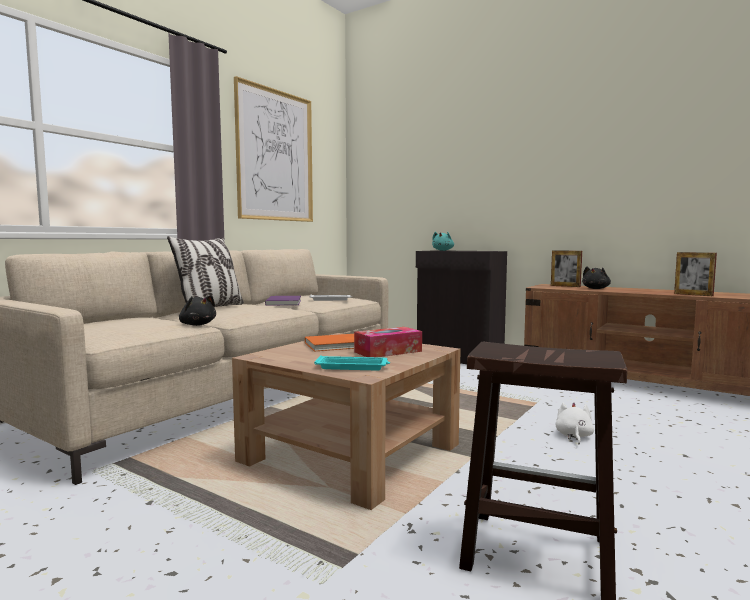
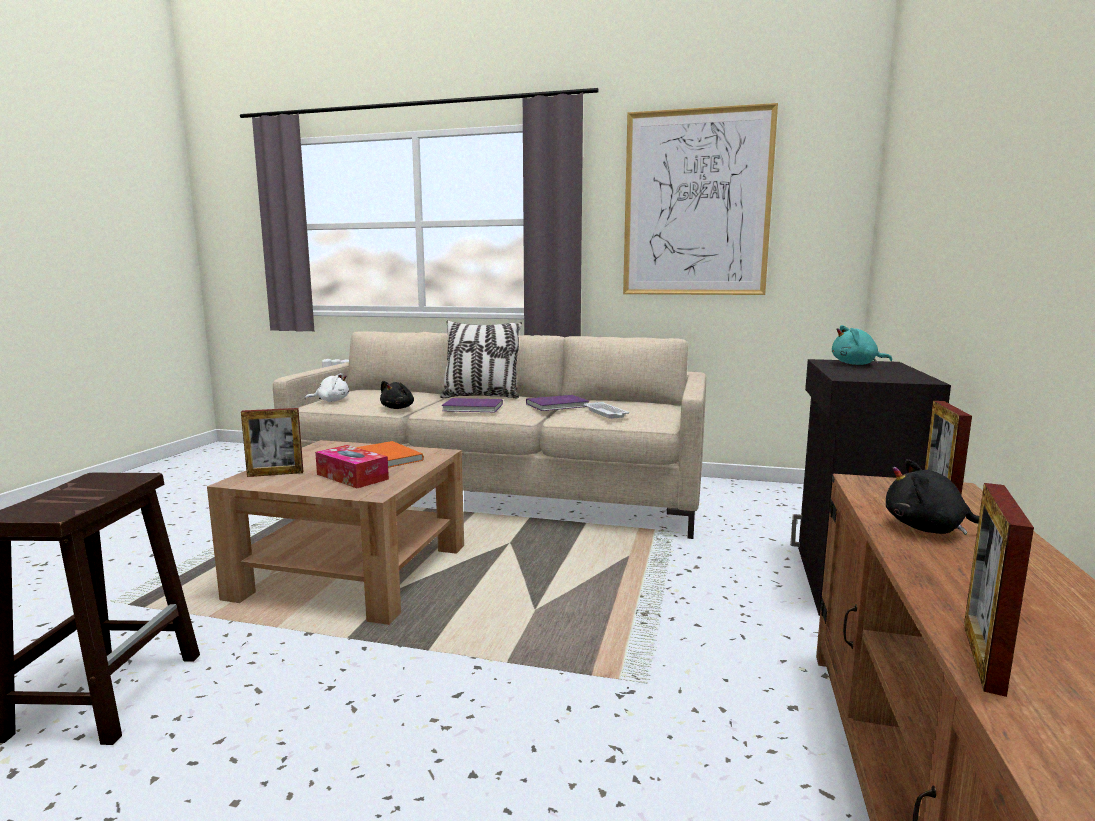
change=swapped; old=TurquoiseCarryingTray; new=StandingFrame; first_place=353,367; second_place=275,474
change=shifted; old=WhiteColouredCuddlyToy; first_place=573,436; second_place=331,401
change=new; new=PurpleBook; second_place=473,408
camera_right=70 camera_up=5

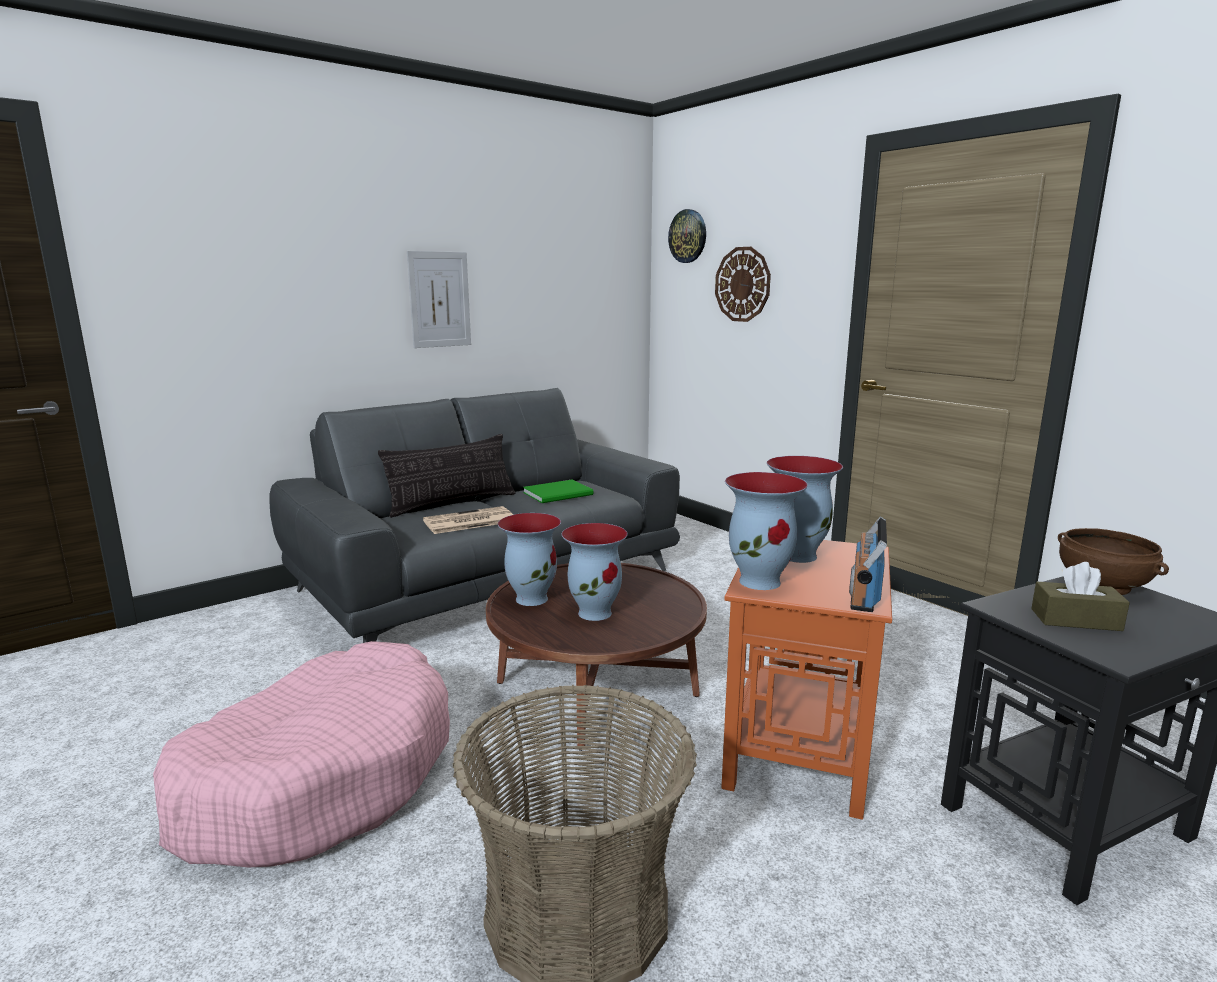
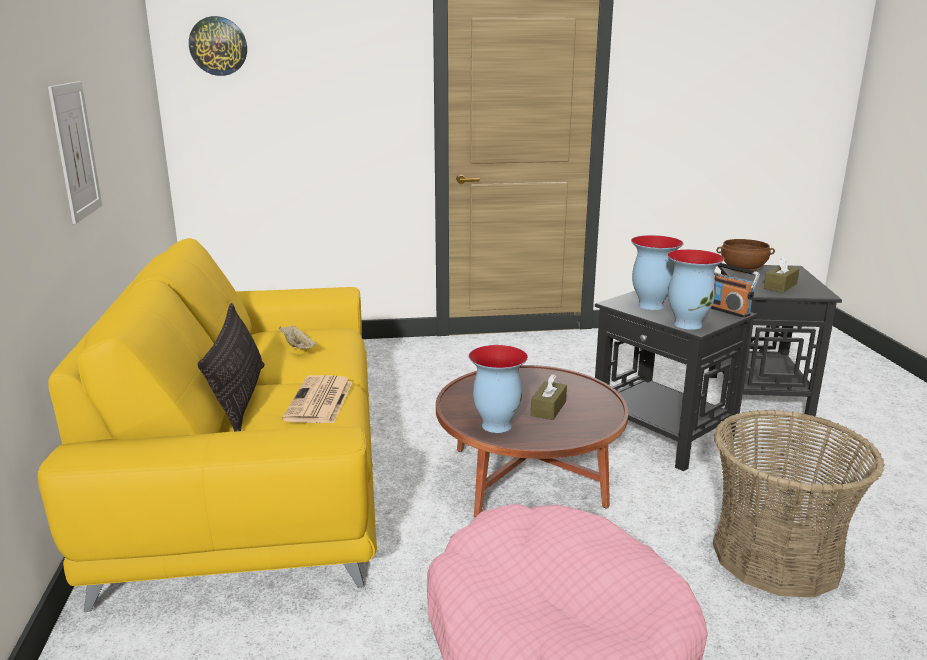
change=repainted; old=GraySofa; new=YellowishSofa; first_place=489,580; second_place=255,472
change=swapped; old=GreenBook; new=SandColouredCarryingTray; first_place=560,494; second_place=298,347
change=swapped; old=FlowerVase; new=BrownishTissueHolder; first_place=595,612; second_place=548,408
change=repainted; old=OrangeSideTable; new=BlackColouredSideTable; first_place=798,753; second_place=662,435
change=gone; old=ClockOnTheWall; first_place=742,284
camera_right=-60 camera_up=5

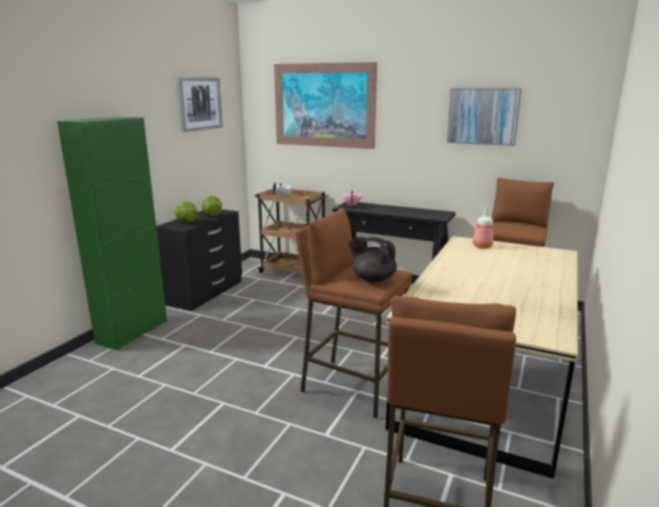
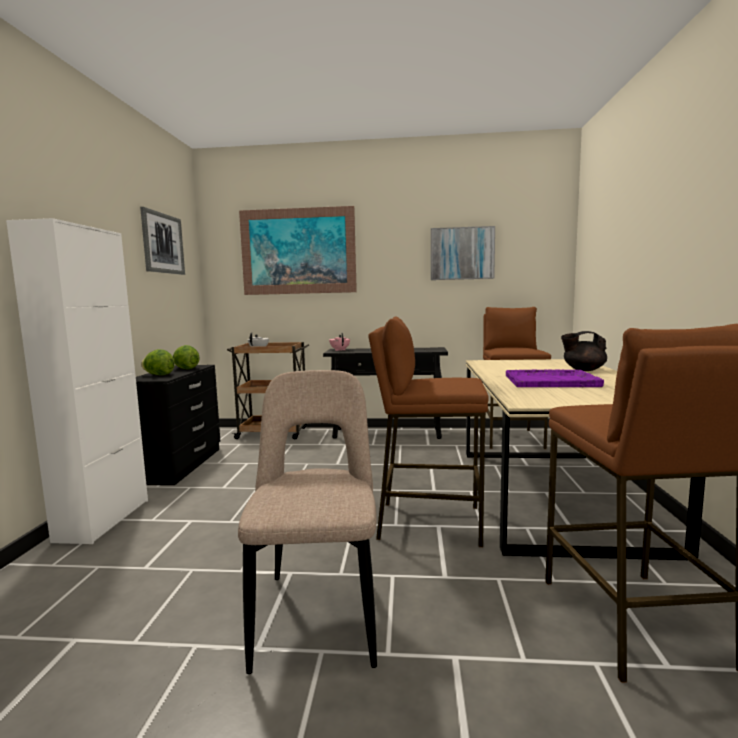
change=repainted; old=GreenStorageCabinet; new=WhiteColouredStorageCabinet; first_place=132,332; second_place=103,520
change=new; new=SandColouredUprightChair; second_place=318,612
change=new; new=PurpleCarryingTray; second_place=552,381
change=shifted; old=BlackColouredTeaPot; first_place=372,279; second_place=583,370
change=gone; old=DrinkBottle; first_place=482,247
camera_right=-20 camera_up=-10

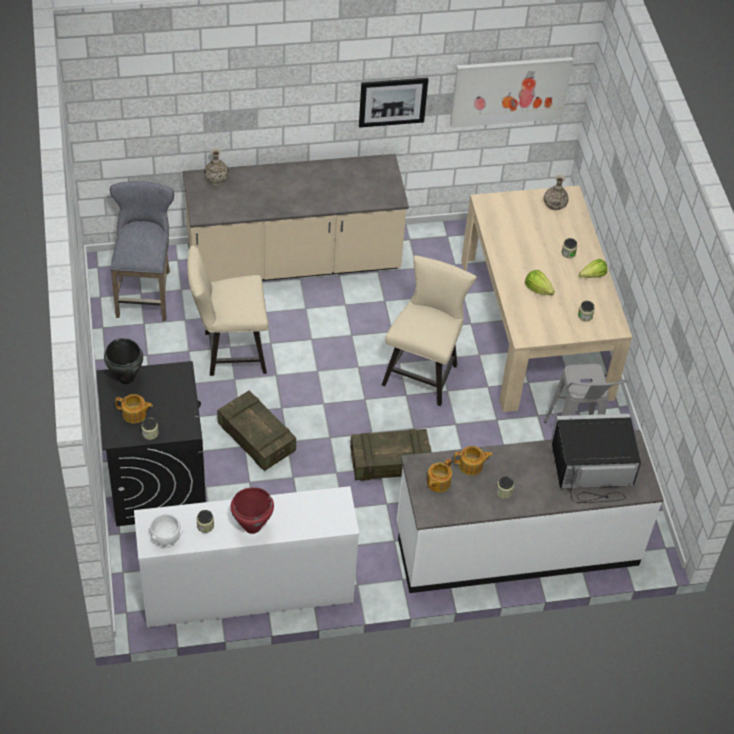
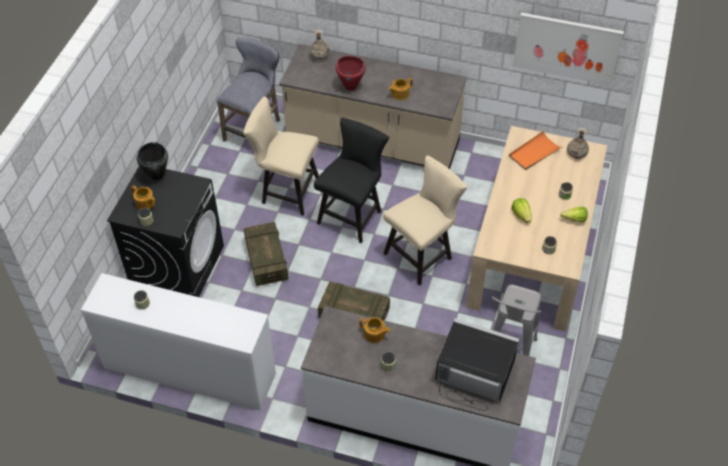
change=new; new=BlackColouredUprightChair; second_place=352,215
change=shifted; old=RedCookingPot; first_place=252,526; second_place=350,86
change=shifted; old=TeaPot; first_place=438,482; second_place=399,94
change=new; new=OrangeCarryingTray; second_place=534,153
change=gone; old=WhiteColouredServingBowl; first_place=166,538
change=gone; old=Picture; first_place=393,102
camera_right=30 camera_up=0

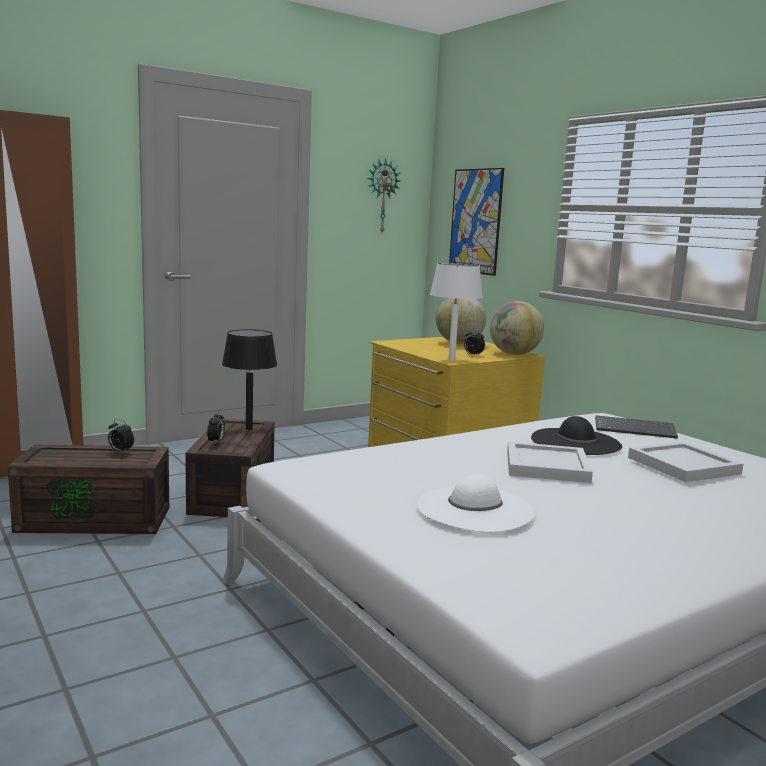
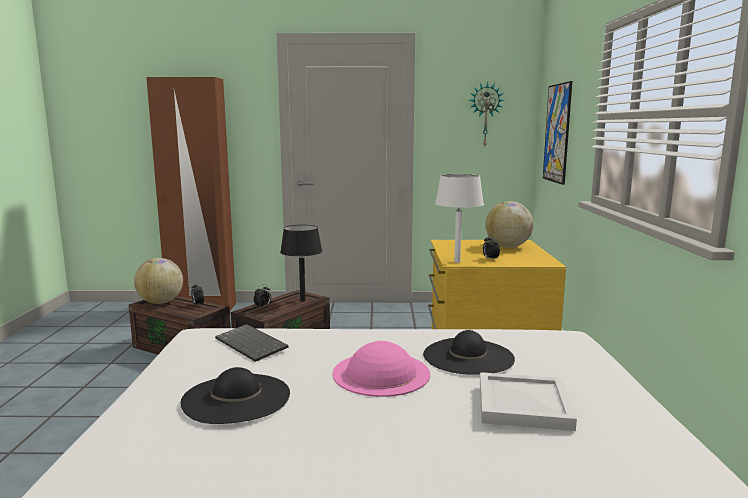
change=shifted; old=DeskGlobe; first_place=514,354; second_place=161,302
change=repainted; old=WhiteColouredWearableHat; new=BlackColouredWearableHat; first_place=475,508; second_place=236,398
change=shifted; old=PcKeyboard; first_place=635,429; second_place=252,344
change=swapped; old=WhiteColouredCarryingTray; new=PinkColouredWearableHat; first_place=545,466; second_place=381,373
camera_right=35 camera_up=0

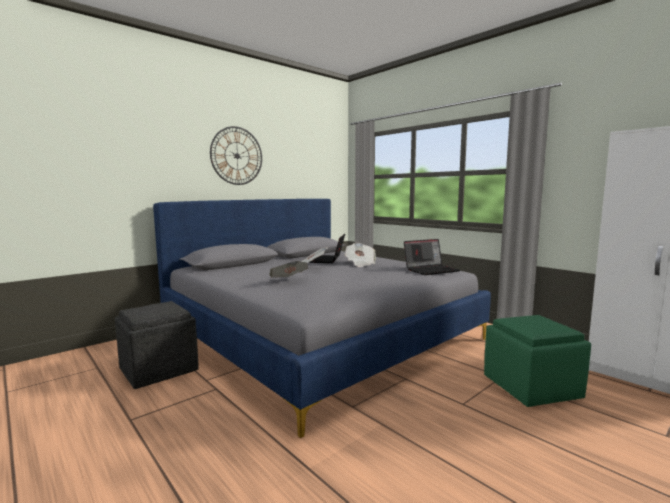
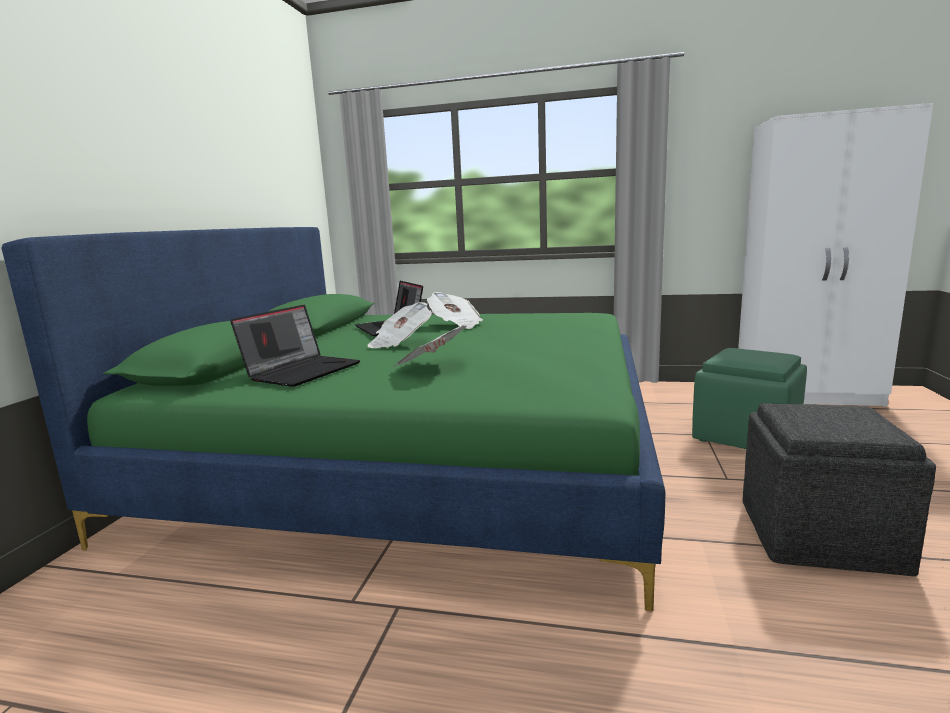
change=repainted; old=GraySleepingBed; new=GreenSleepingBed; first_place=318,334; second_place=420,455
change=shifted; old=Laptop; first_place=431,270; second_place=302,371
change=shifted; old=GrayFootrest; first_place=158,370; second_place=821,536
change=gone; old=ClockOnTheWall; first_place=237,156
camera_right=-35 camera_up=5

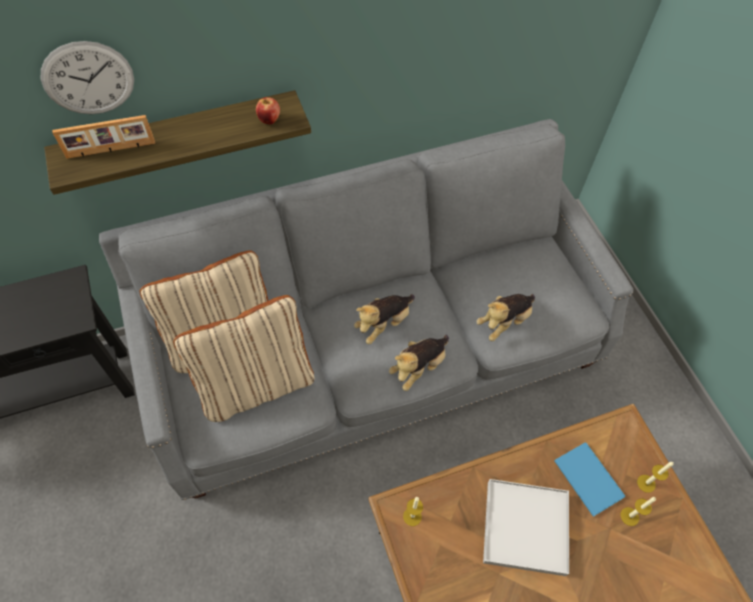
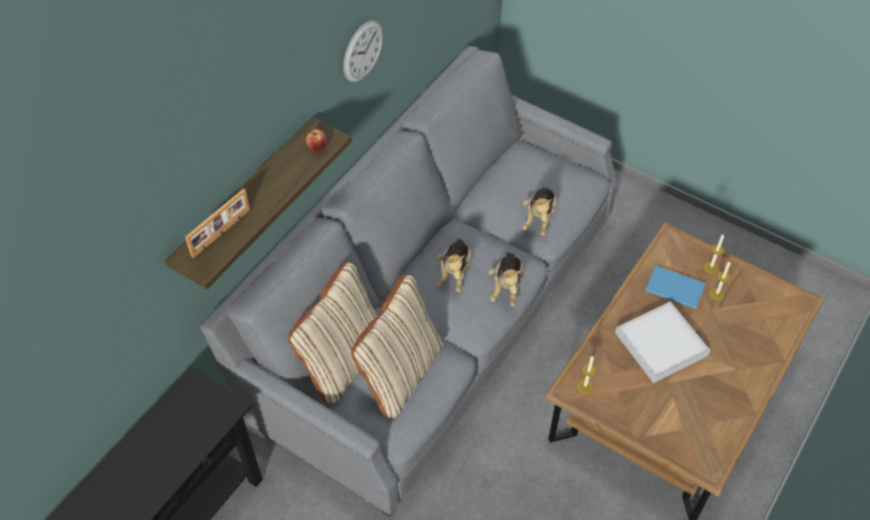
change=shifted; old=ClockOnTheWall; first_place=88,79; second_place=363,51
camera_right=-35 camera_up=-5

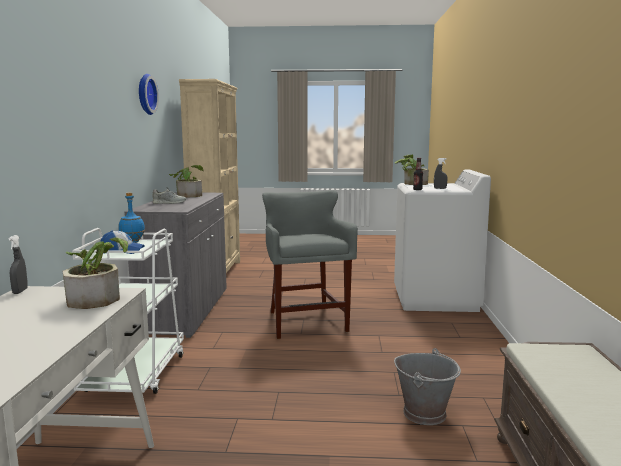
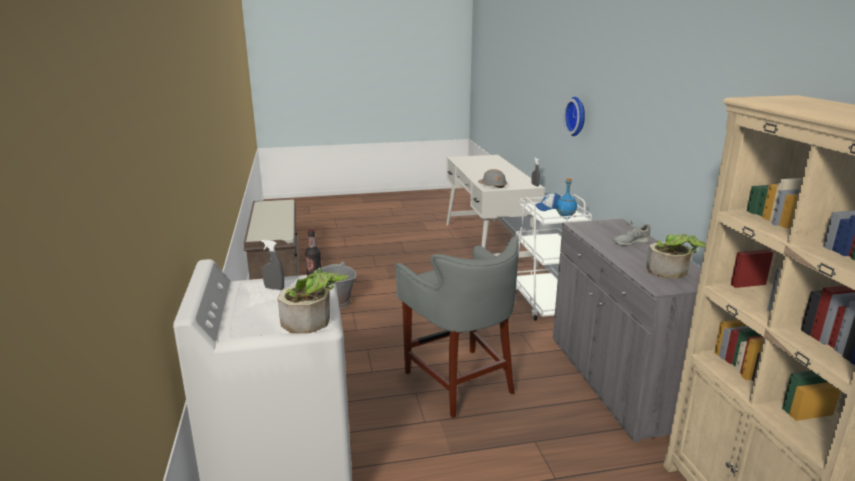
change=swapped; old=PlantInAPot; new=GraySafetyHelmet; first_place=97,298; second_place=493,185
change=shifted; old=ClockOnTheWall; first_place=145,94; second_place=577,116
camera_right=165 camera_up=10

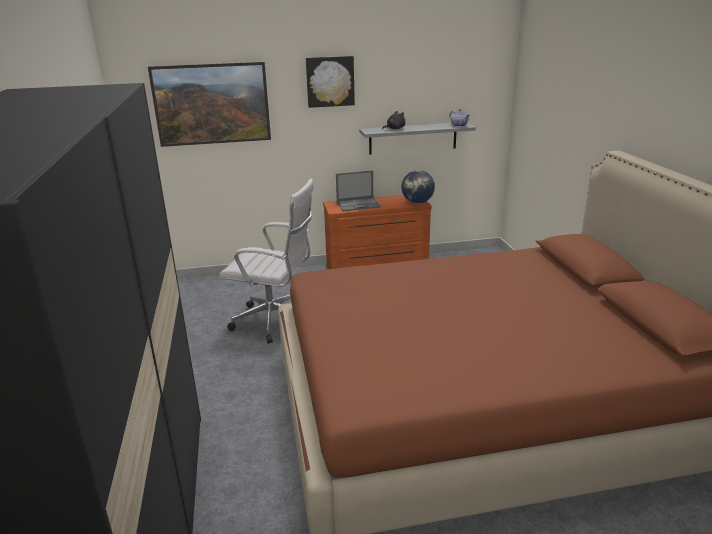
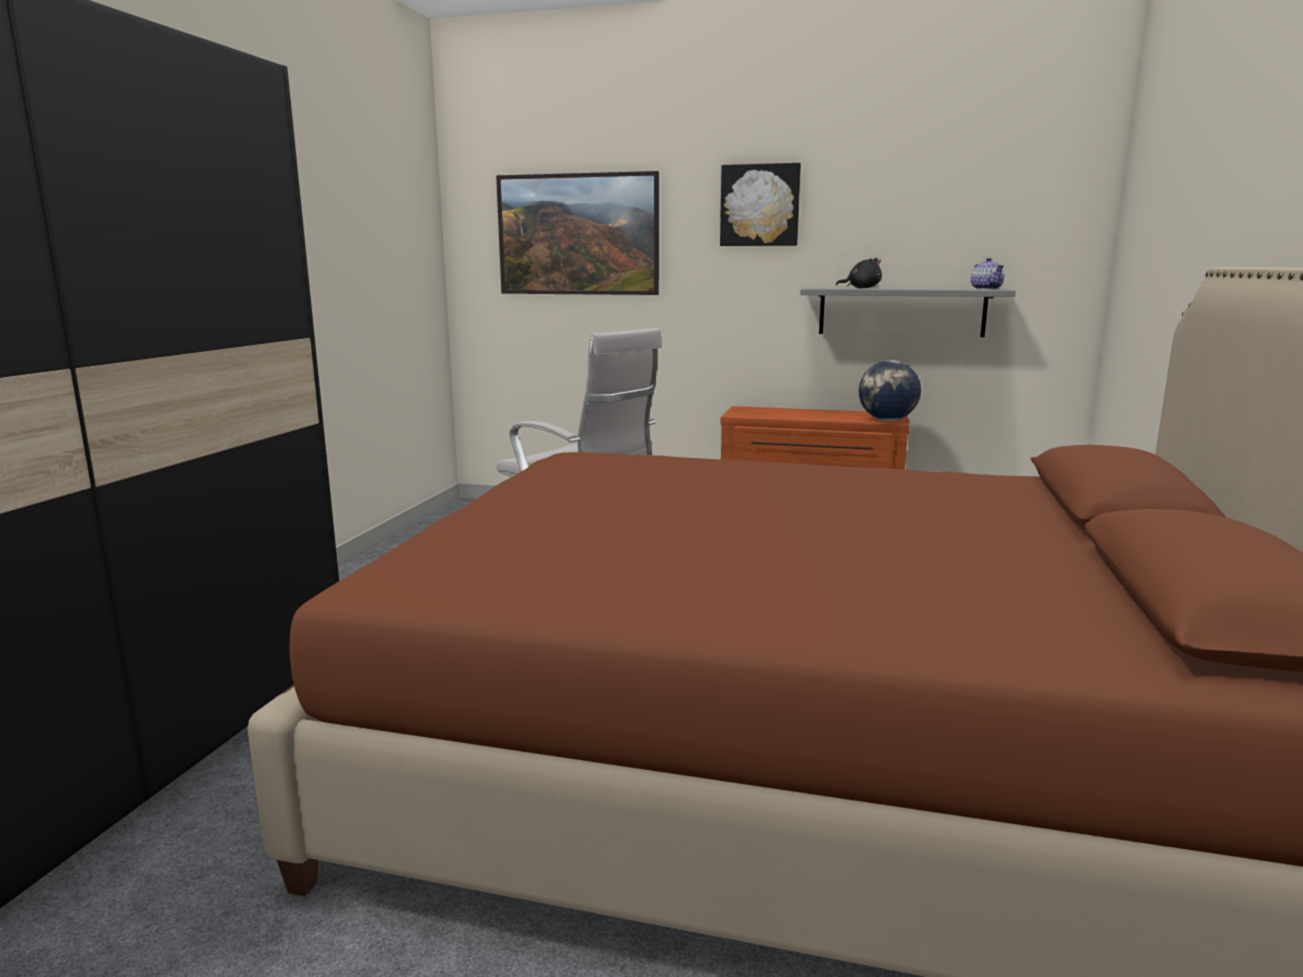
change=gone; old=Laptop; first_place=359,204
camera_right=25 camera_up=-10

